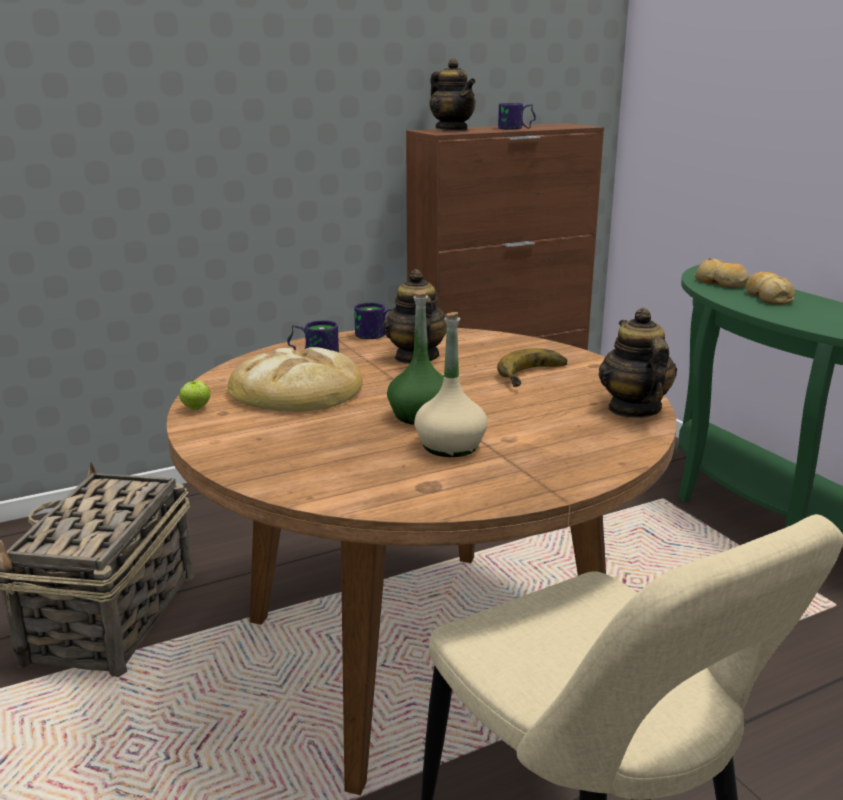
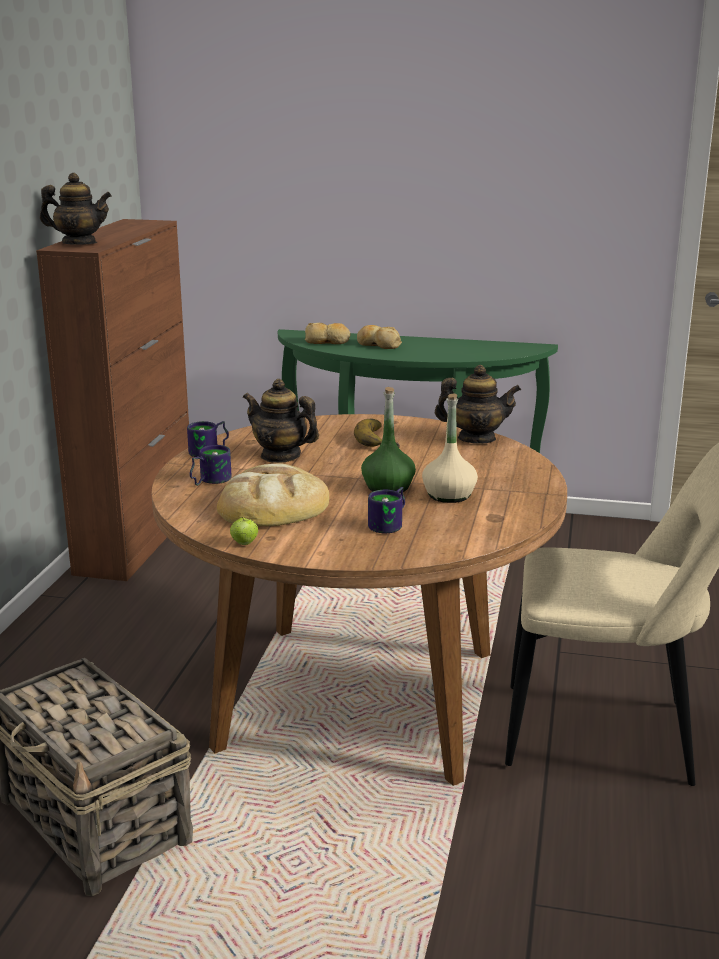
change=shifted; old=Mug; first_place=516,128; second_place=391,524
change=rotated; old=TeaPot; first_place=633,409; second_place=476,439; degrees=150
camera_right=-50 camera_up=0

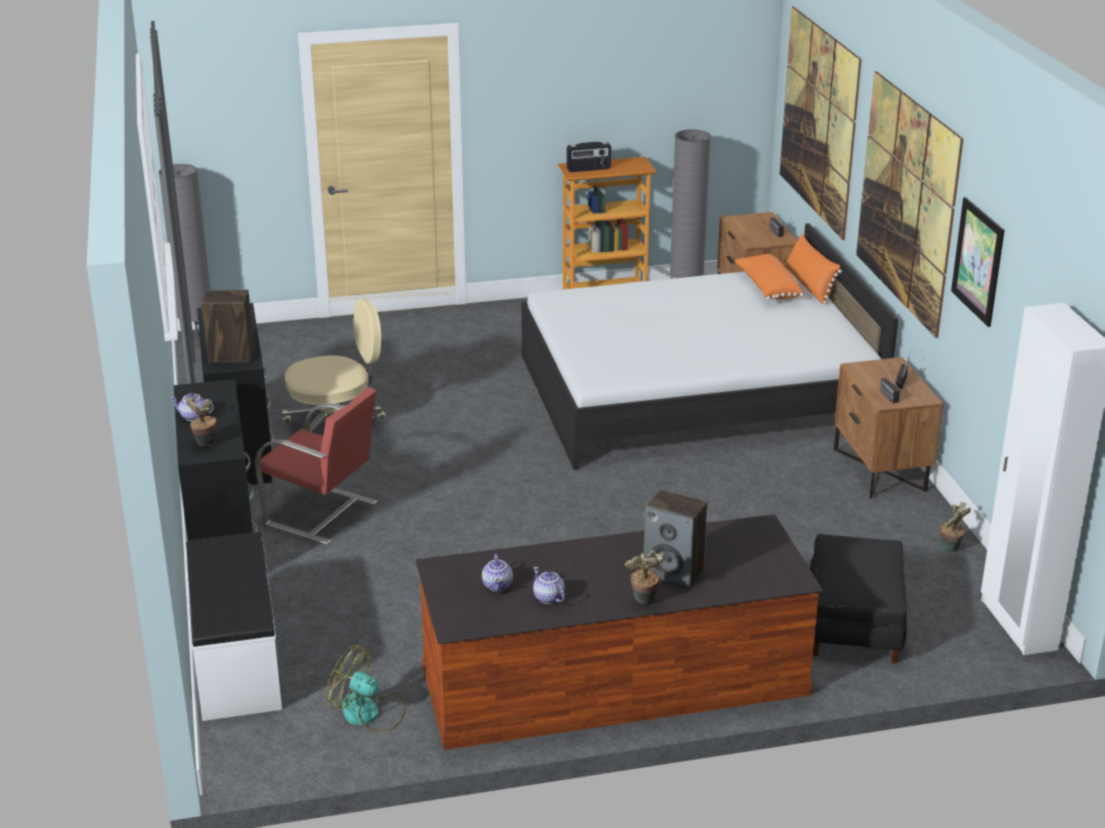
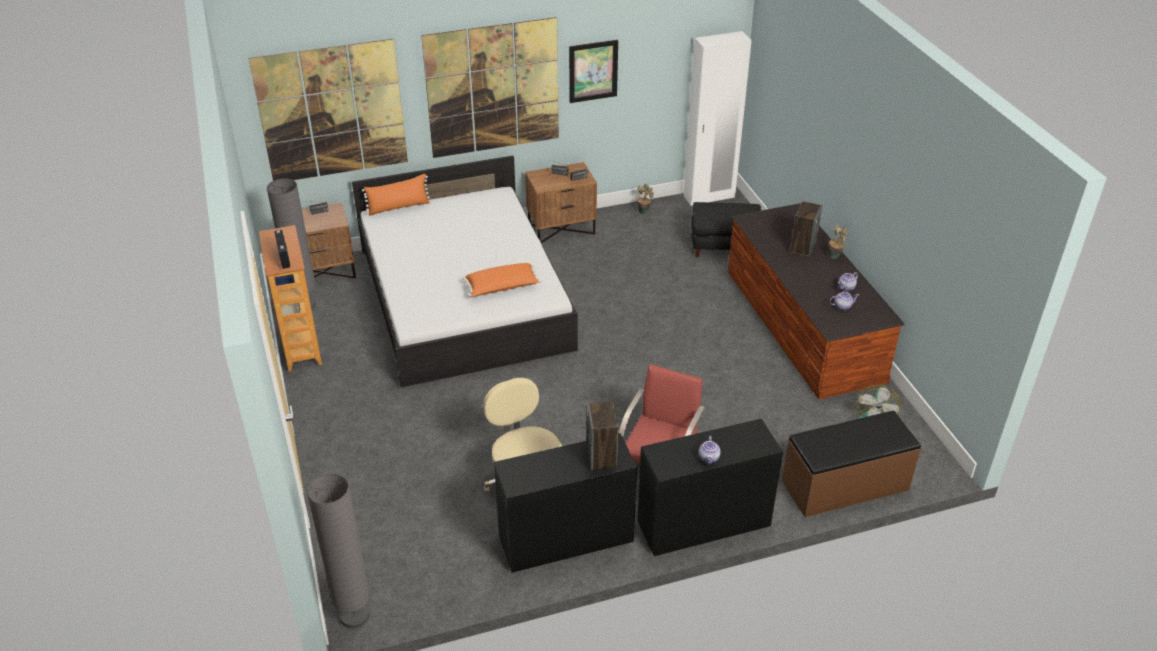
change=shifted; old=OrangePillow; first_place=767,288; second_place=502,288
change=repainted; old=WhiteColouredBench; new=BrownishBench; first_place=235,661; second_place=845,486
change=gone; old=PlantInAPot; first_place=204,444
camera_right=-95 camera_up=10

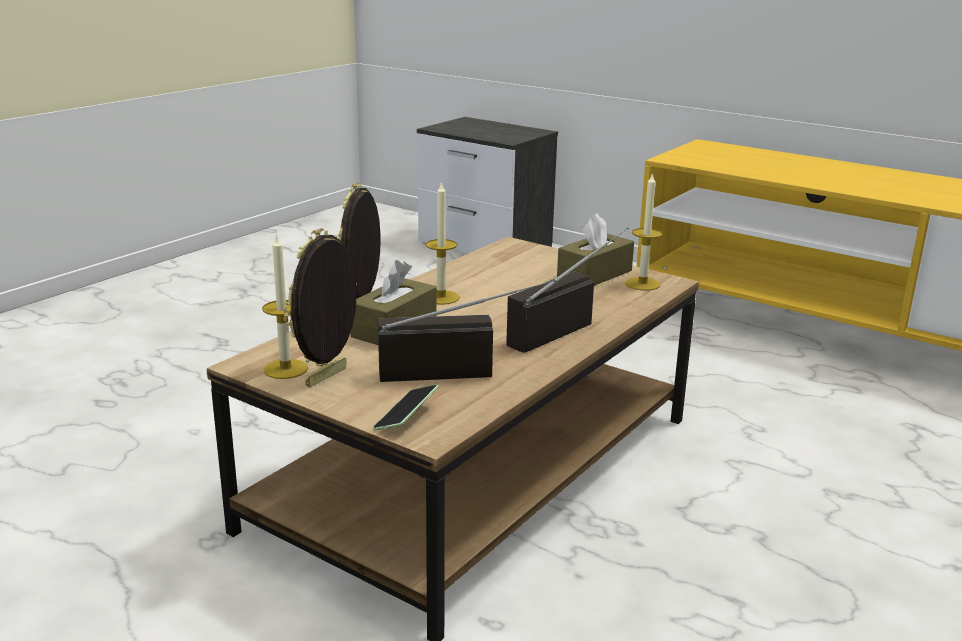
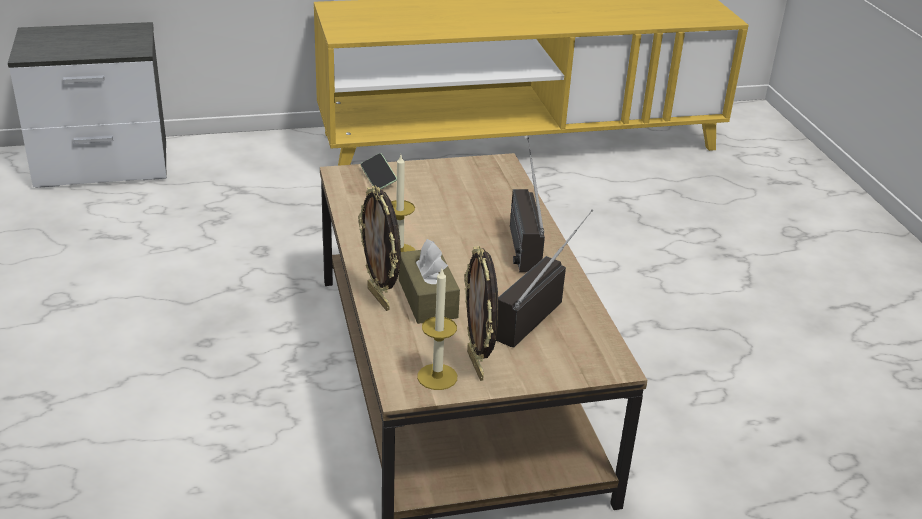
change=shifted; old=Phone; first_place=406,417; second_place=378,178
change=gone; old=BrownishTissueHolder; first_place=594,274
change=gone; old=WaxLight; first_place=642,284
camera_right=-50 camera_up=10

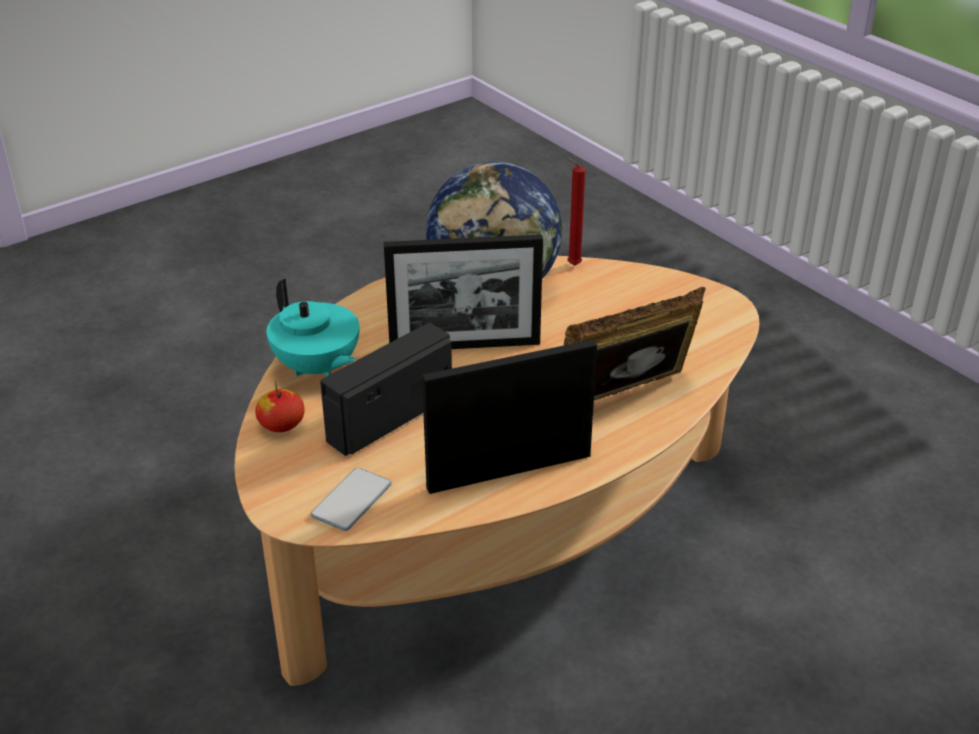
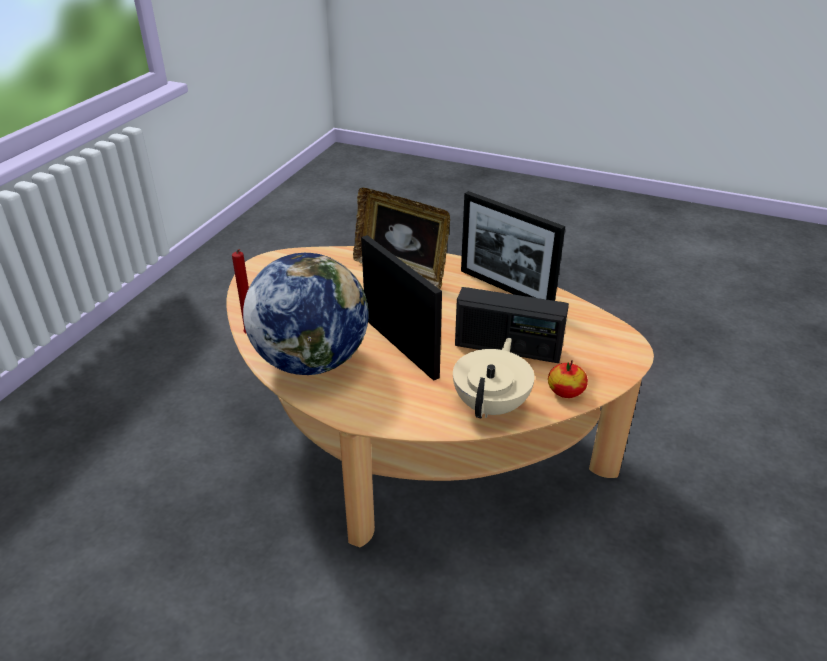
change=repainted; old=TurquoiseTeaPot; new=SandColouredTeaPot; first_place=317,368; second_place=492,405
change=gone; old=Phone; first_place=351,500
camera_right=-120 camera_up=0

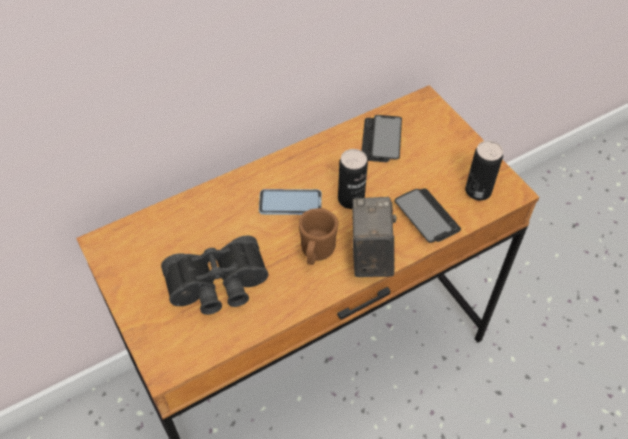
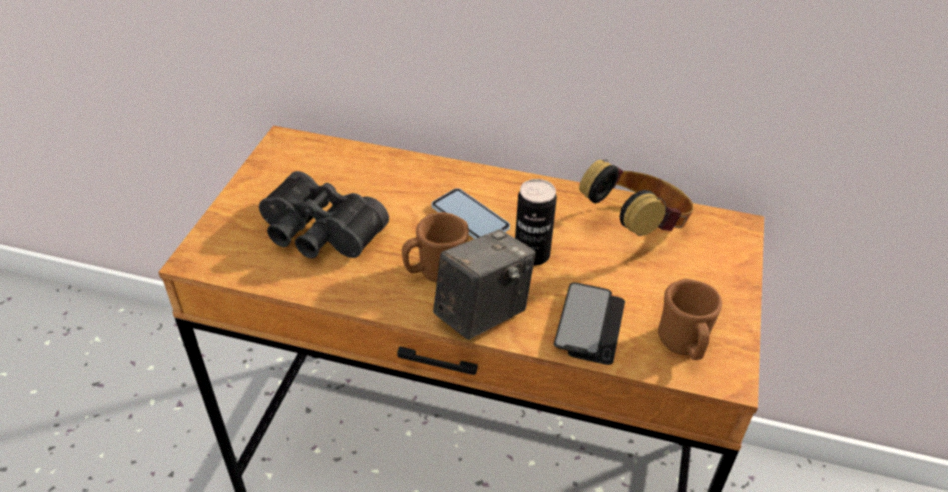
change=swapped; old=Phone; new=PairOfHeadphones; first_place=381,140; second_place=636,228
change=swapped; old=Can; new=BrownishMug; first_place=478,191; second_place=684,345
camera_right=45 camera_up=-10

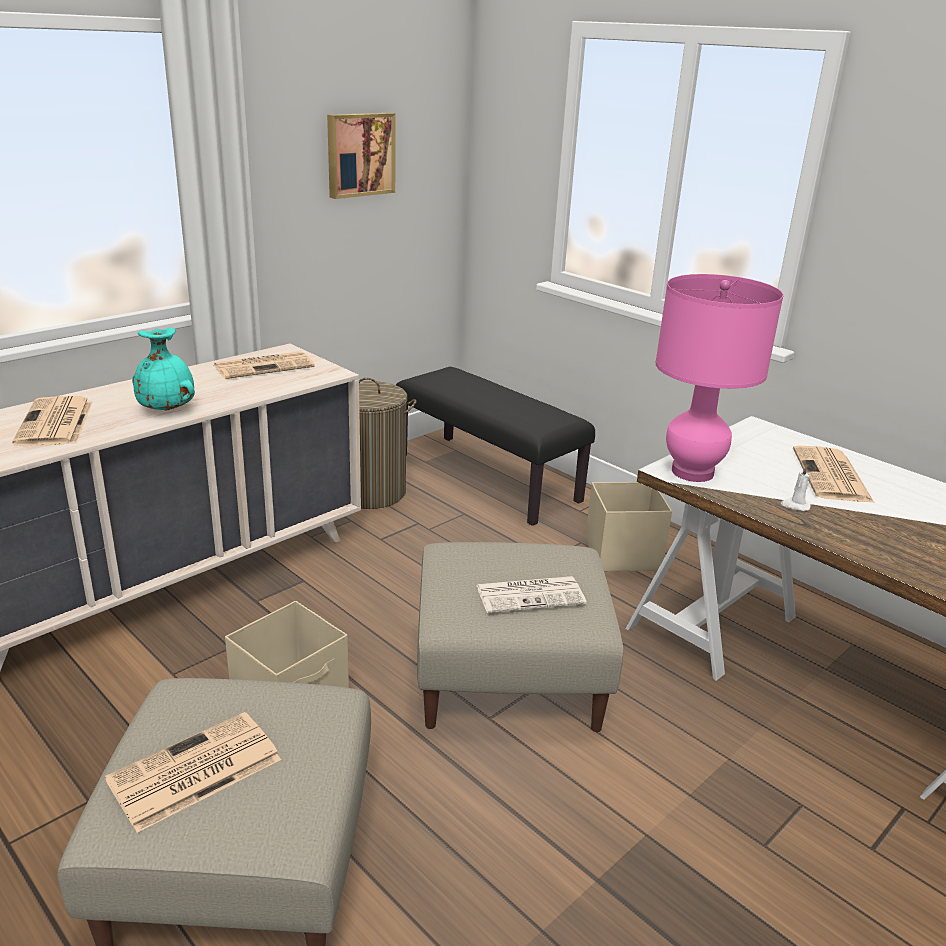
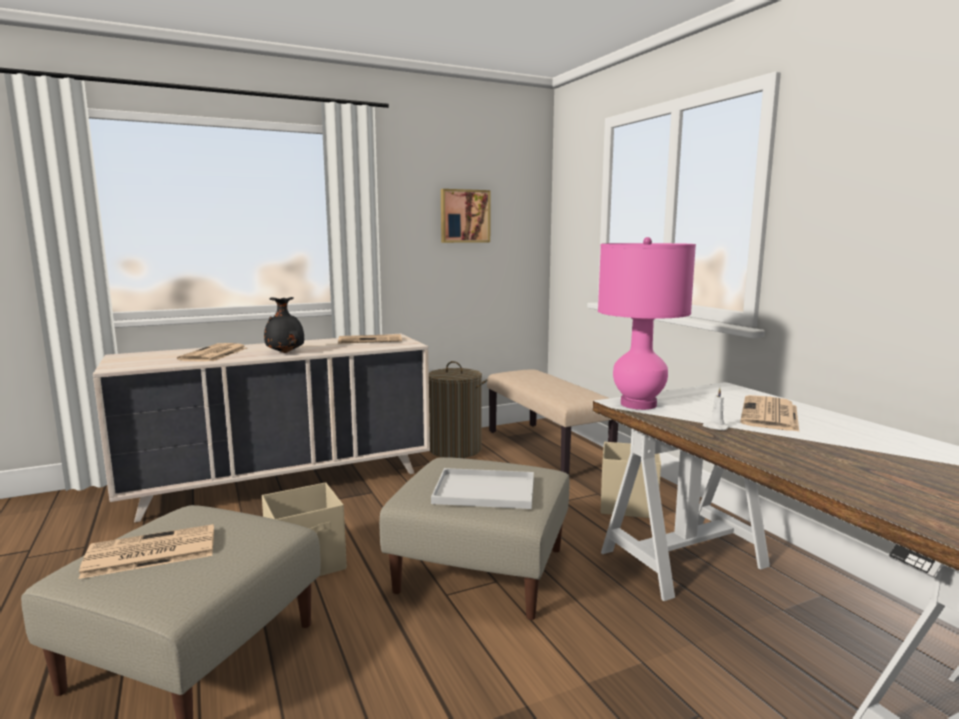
change=repainted; old=TurquoiseFlowerVase; new=BlackColouredFlowerVase; first_place=167,409; second_place=286,352
change=swapped; old=DailyPaper; new=WhiteColouredCarryingTray; first_place=531,595; second_place=487,490
change=repainted; old=BlackColouredBench; new=SandColouredBench; first_place=488,478; second_place=548,449
camera_right=20 camera_up=-15

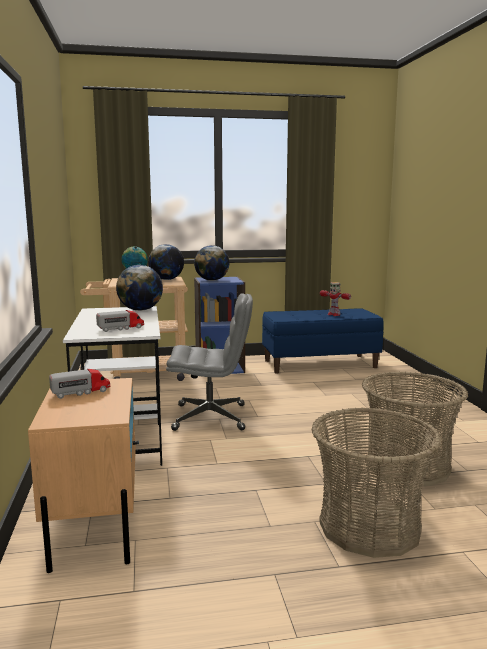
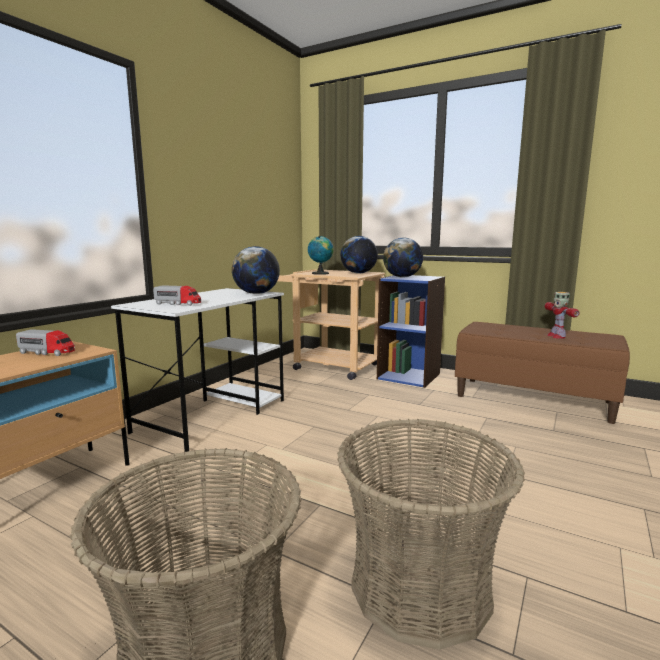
change=repainted; old=BlueBench; new=BrownishBench; first_place=320,364; second_place=534,399
change=gone; old=GrayOfficeChair; first_place=211,417
camera_right=40 camera_up=0

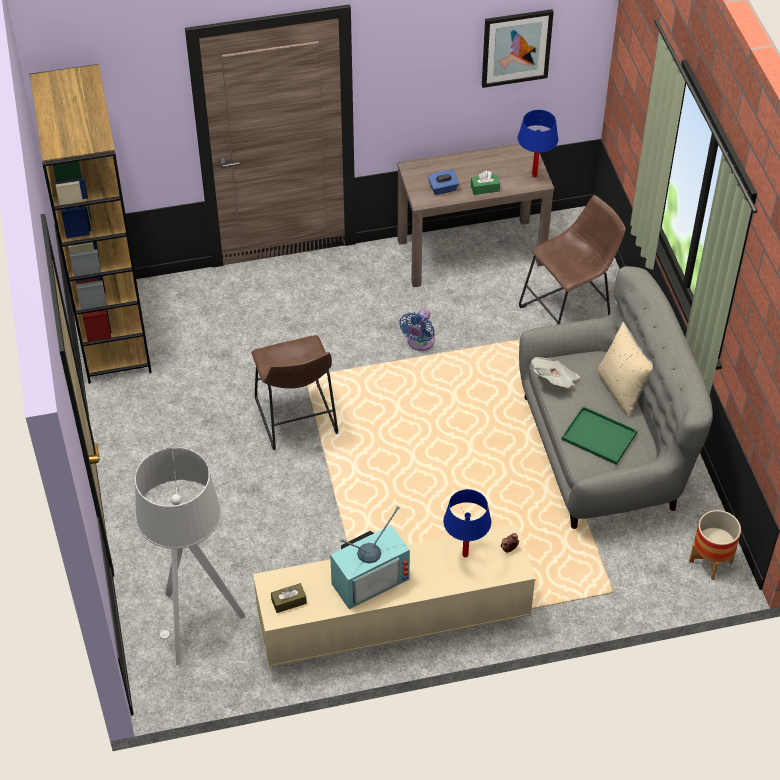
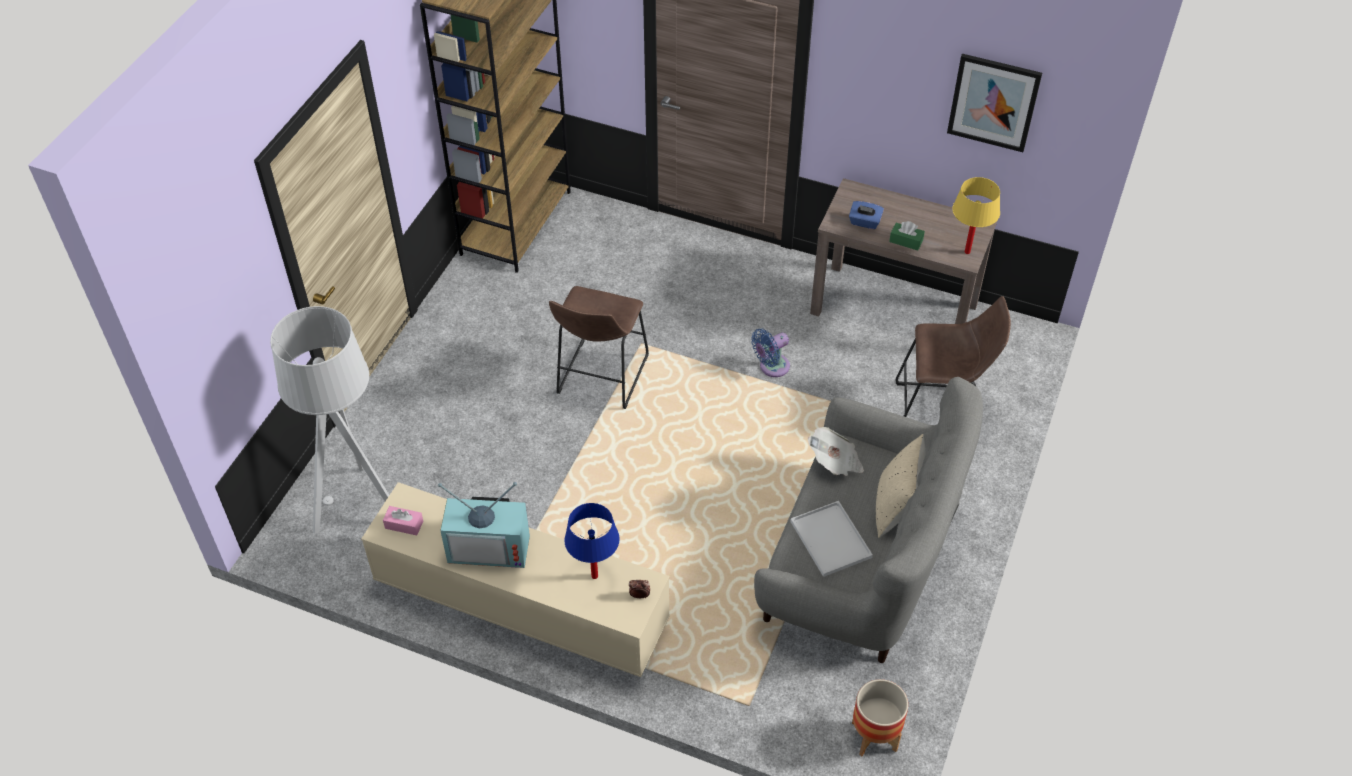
change=repainted; old=BrownishTissueHolder; new=PinkColouredTissueHolder; first_place=289,601; second_place=404,524
change=repainted; old=GreenCarryingTray; new=WhiteColouredCarryingTray; first_place=600,436; second_place=832,540
change=repainted; old=BlueTabletopLamp; new=YellowishTabletopLamp; first_place=534,175; second_place=967,252
camera_right=35 camera_up=0

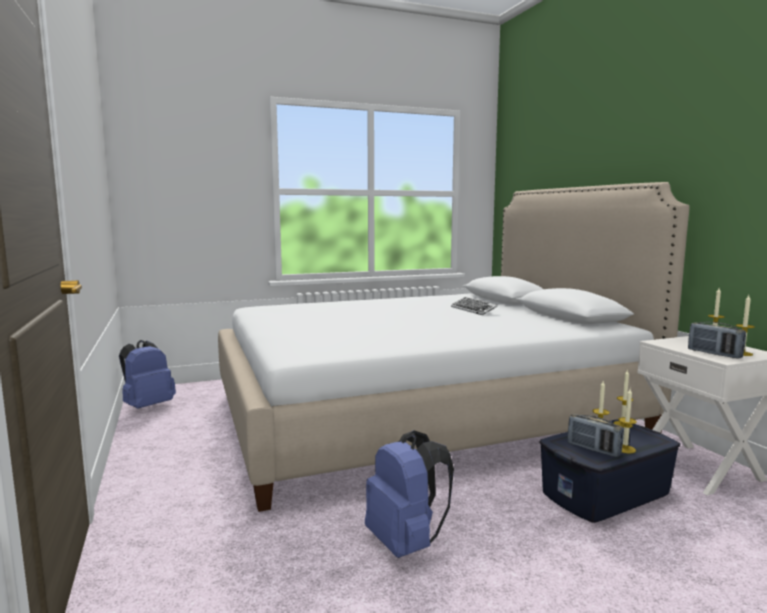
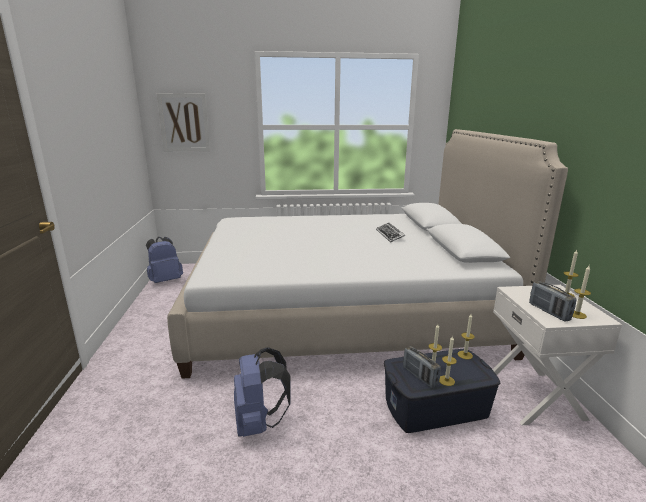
change=new; new=Picture; second_place=184,122
camera_right=15 camera_up=10

